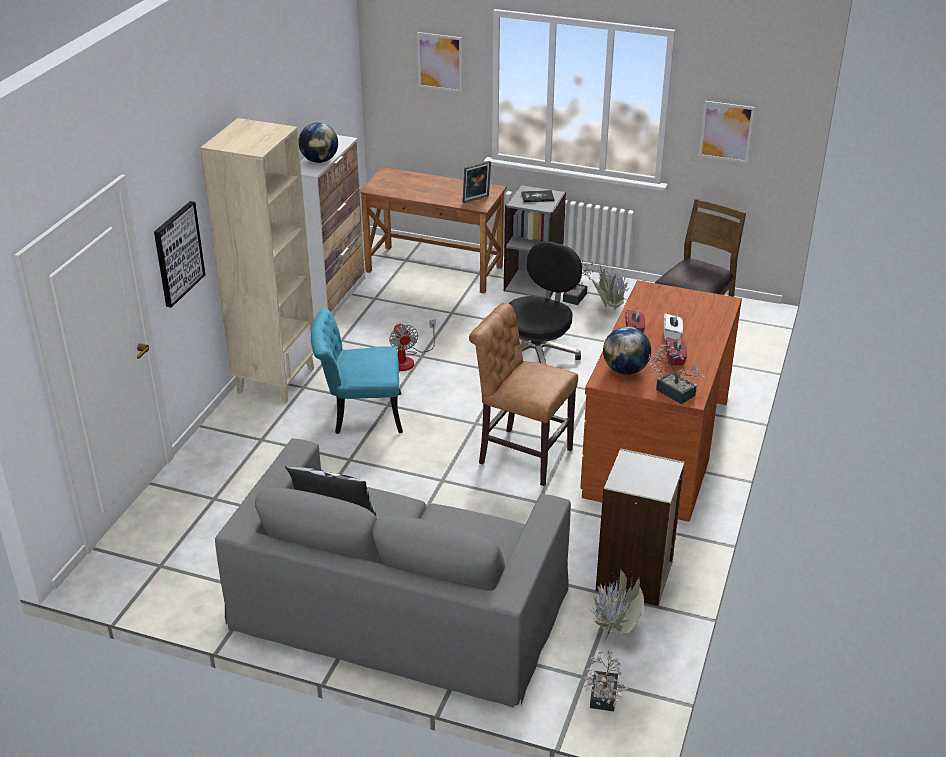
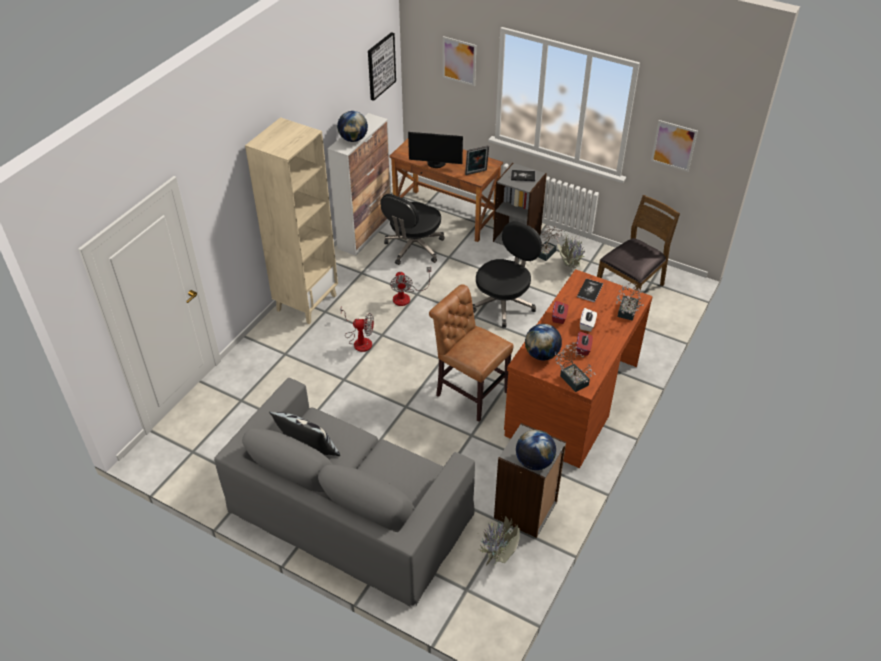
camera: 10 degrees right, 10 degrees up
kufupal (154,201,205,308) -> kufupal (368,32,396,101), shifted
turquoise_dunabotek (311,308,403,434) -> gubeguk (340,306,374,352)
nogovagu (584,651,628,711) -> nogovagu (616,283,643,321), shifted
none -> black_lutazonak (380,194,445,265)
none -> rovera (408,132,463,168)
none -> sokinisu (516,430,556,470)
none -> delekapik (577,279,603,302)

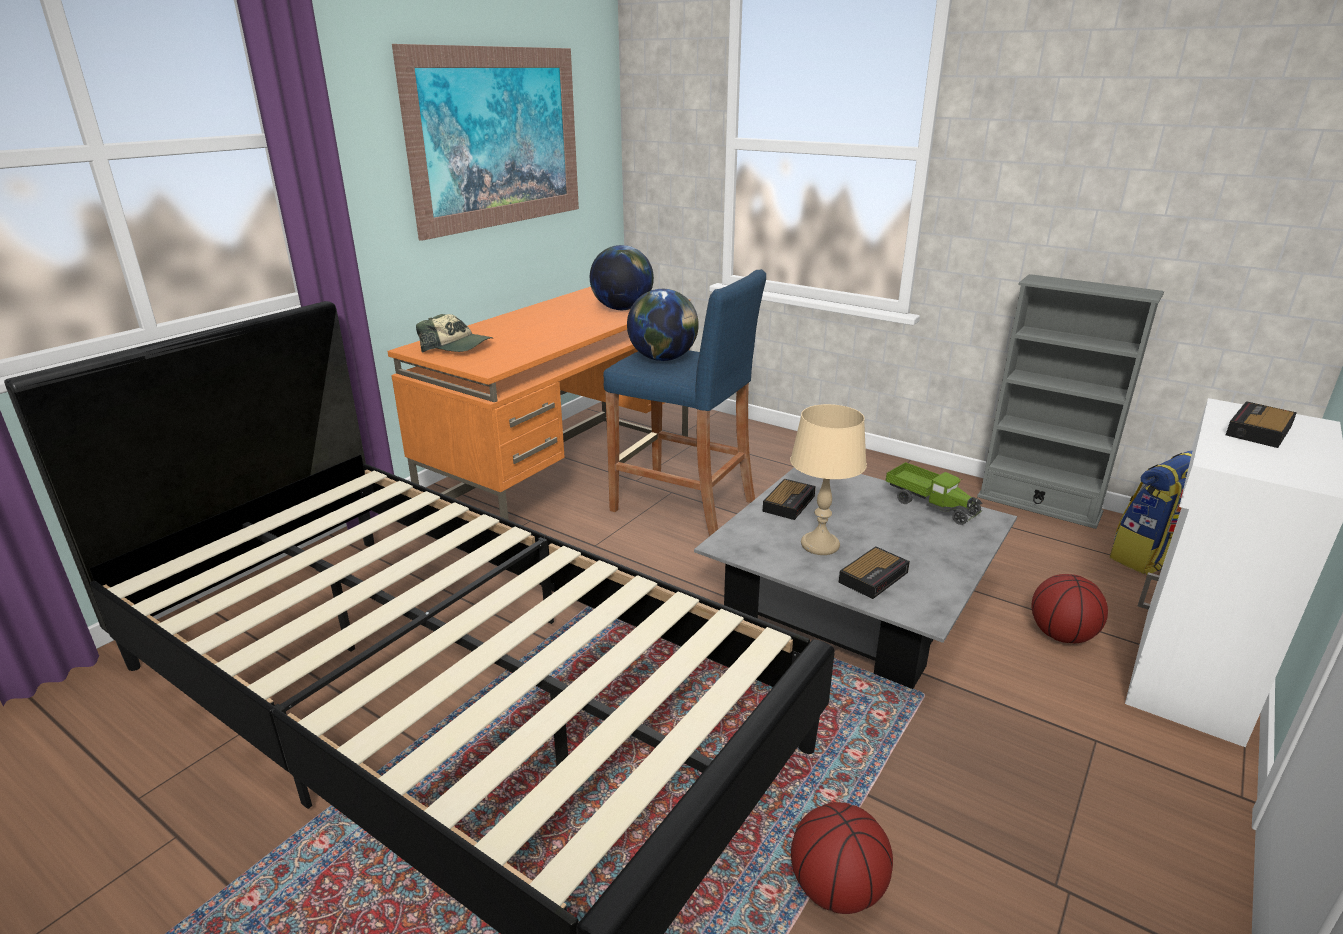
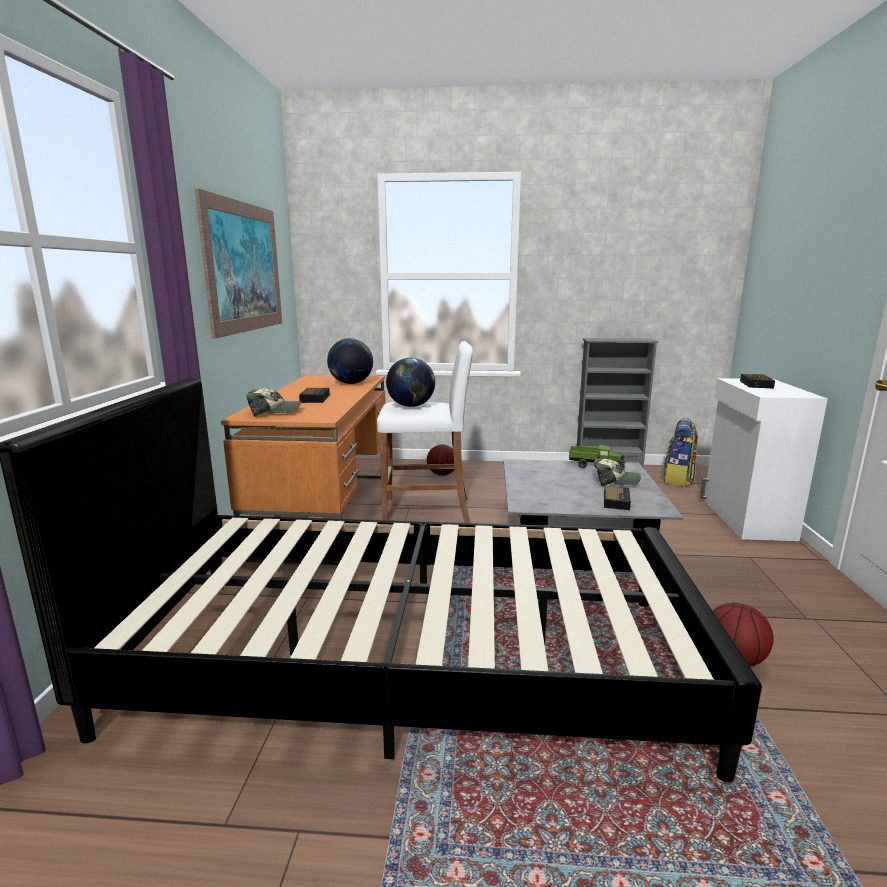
camera: 30 degrees left, 10 degrees down
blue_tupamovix (603,269,766,536) -> white_tupamovix (377,341,473,523)
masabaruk (762,479,816,520) -> masabaruk (299,388,330,403), shifted
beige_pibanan (790,404,867,555) -> none
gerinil (1032,574,1108,643) -> gerinil (427,444,455,476), shifted
none -> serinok (594,459,641,486)

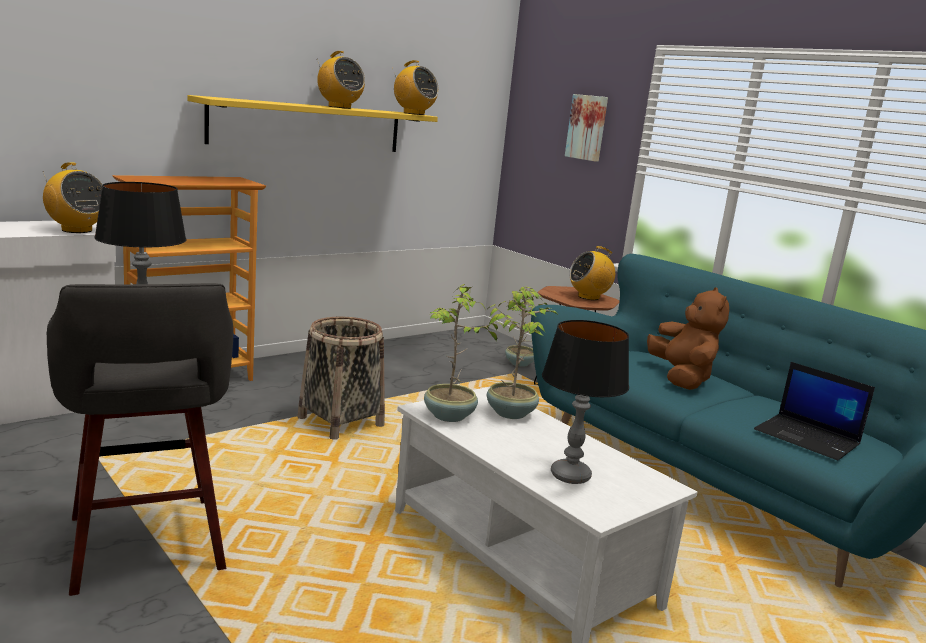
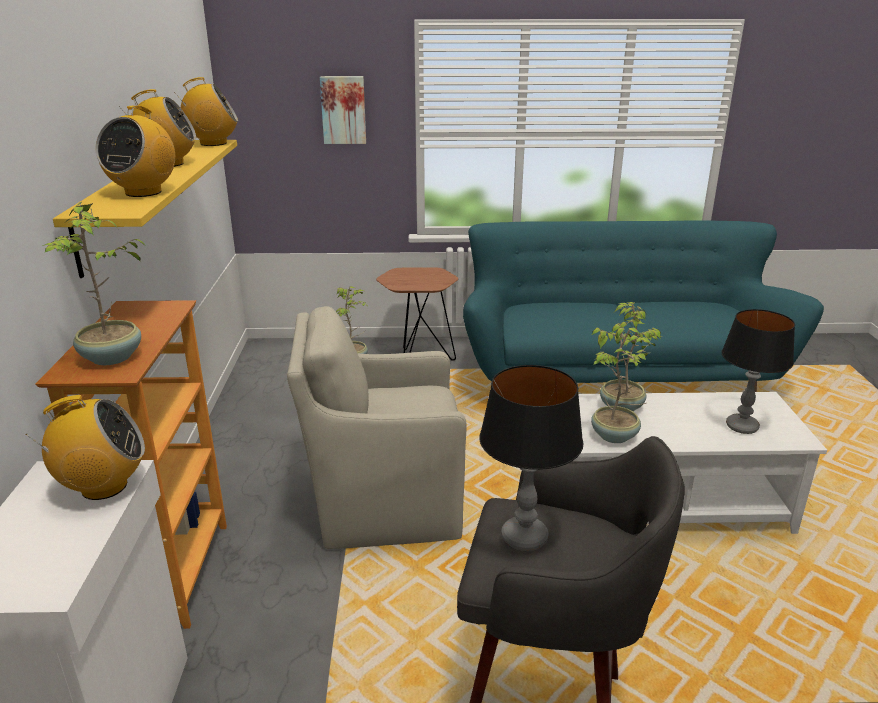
camera: 50 degrees left, 10 degrees up
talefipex (297,317,385,440) -> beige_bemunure (287,306,467,549)
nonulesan (569,246,615,300) -> nonulesan (96,106,175,197), shifted
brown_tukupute (647,287,729,390) -> none
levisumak (754,362,875,460) -> none
none -> nogovagu (42,202,147,365)

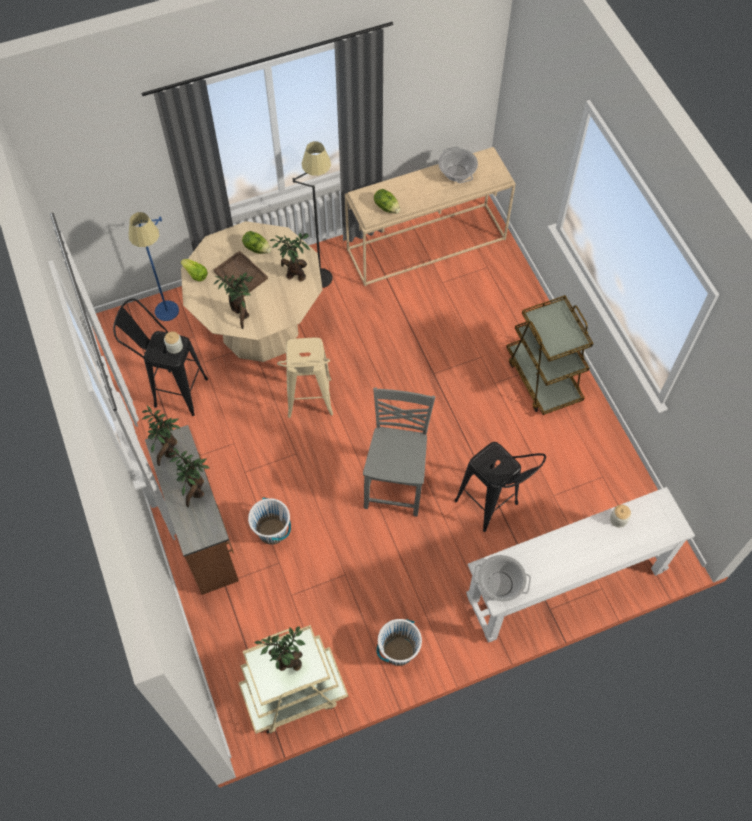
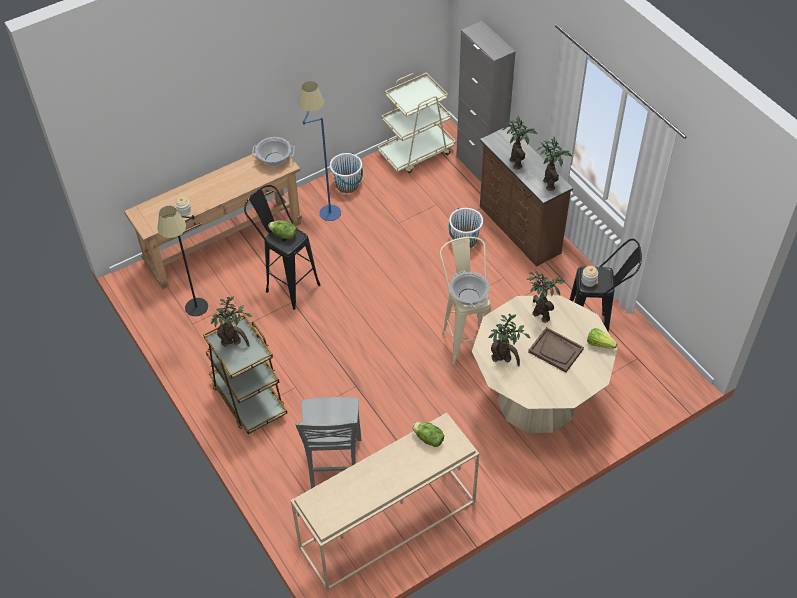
camera: 170 degrees right, 10 degrees down
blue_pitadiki (129,212,179,321) -> blue_pitadiki (298,81,341,221), shifted
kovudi (242,231,271,254) -> kovudi (268,220,297,239), shifted
nogovagu (254,626,305,671) -> nogovagu (211,296,252,347), shifted
black_pitadiki (293,141,332,288) -> black_pitadiki (157,206,208,316), shifted
grey_dunabotek (363,388,435,517) -> grey_dunabotek (295,397,361,489), shifted
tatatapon (438,146,478,183) -> tatatapon (450,271,490,307), shifted
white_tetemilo (466,487,695,643) -> brown_tetemilo (124,153,302,289)
none -> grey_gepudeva (456,21,516,182)

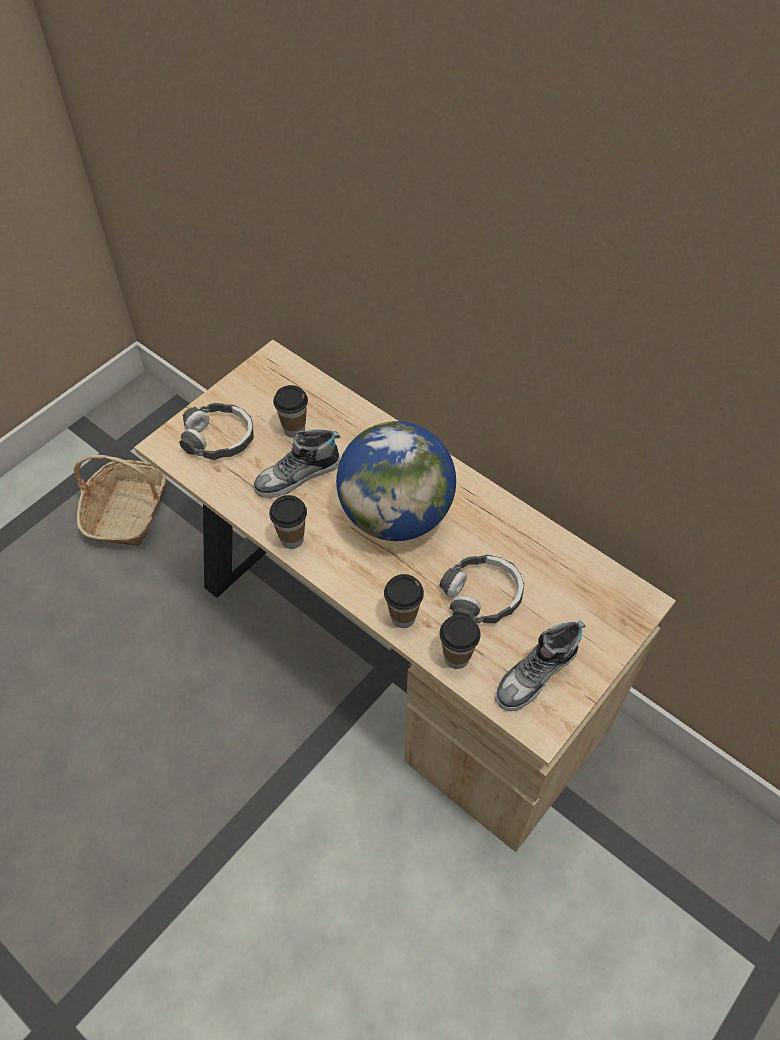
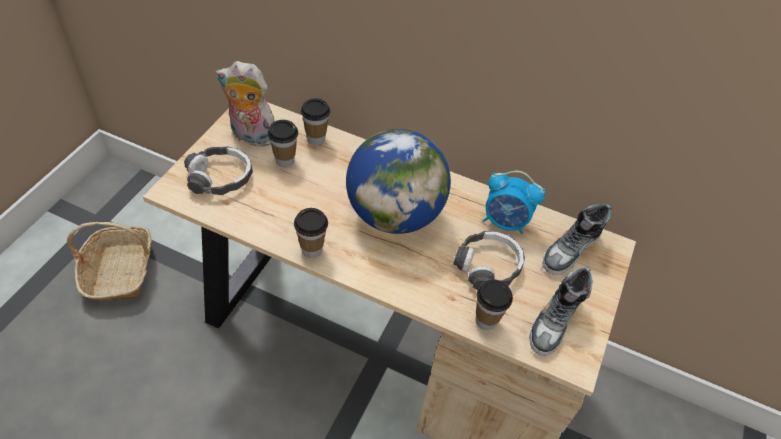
camera: 20 degrees left, 5 degrees down
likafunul (254,429,340,498) -> likafunul (542,204,612,275), shifted
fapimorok (384,574,424,628) -> fapimorok (301,98,330,145), shifted
none -> tukupute (216,61,274,146)
none -> masabaruk (483,171,545,235)

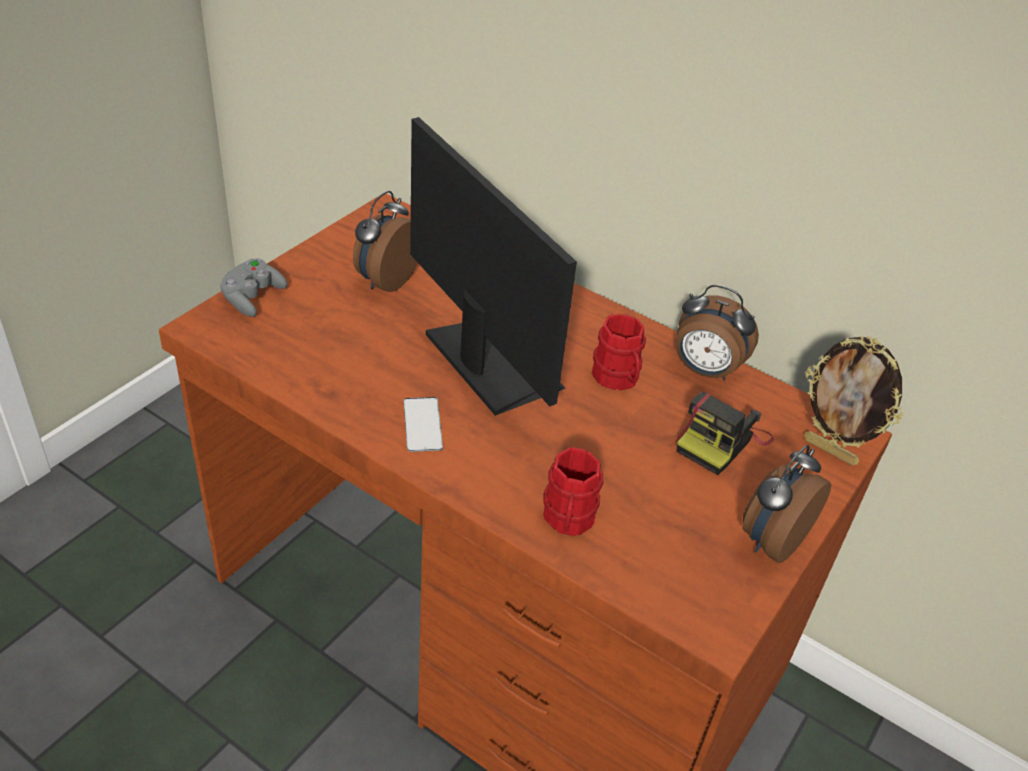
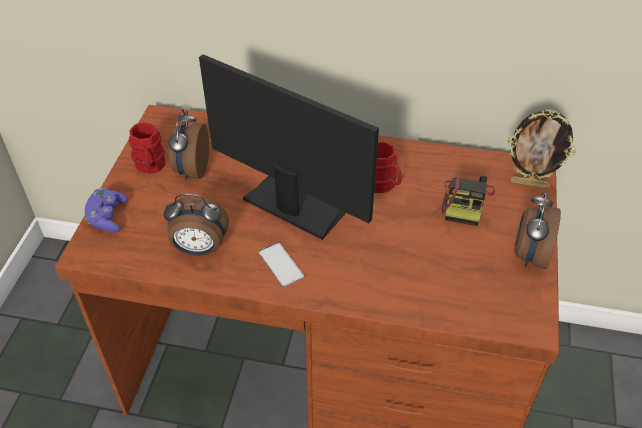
camera: 20 degrees left, 5 degrees up
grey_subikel (220,258,287,317) -> purple_subikel (85,188,128,233)
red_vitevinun (543,447,603,536) -> red_vitevinun (129,122,166,174), shifted
masabaruk (675,285,759,380) -> masabaruk (163,194,229,256), shifted

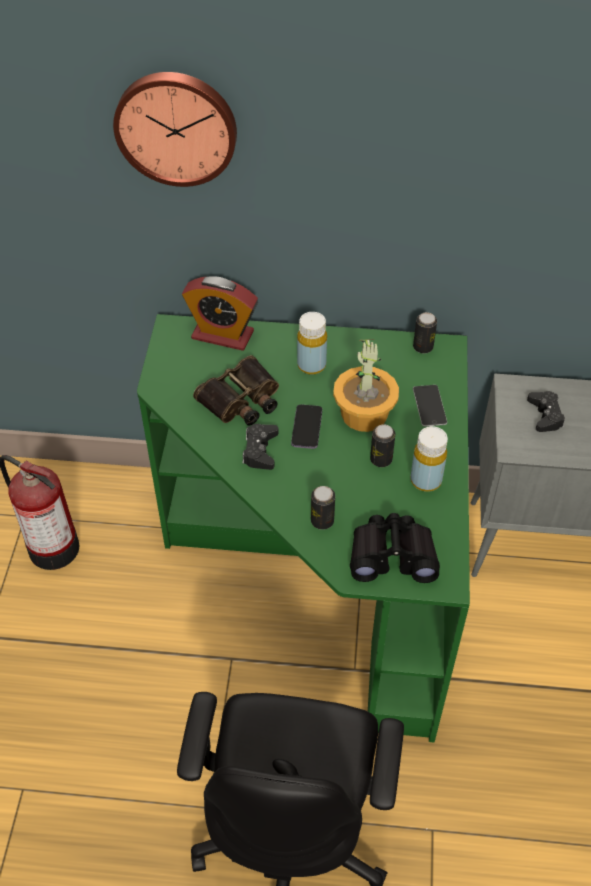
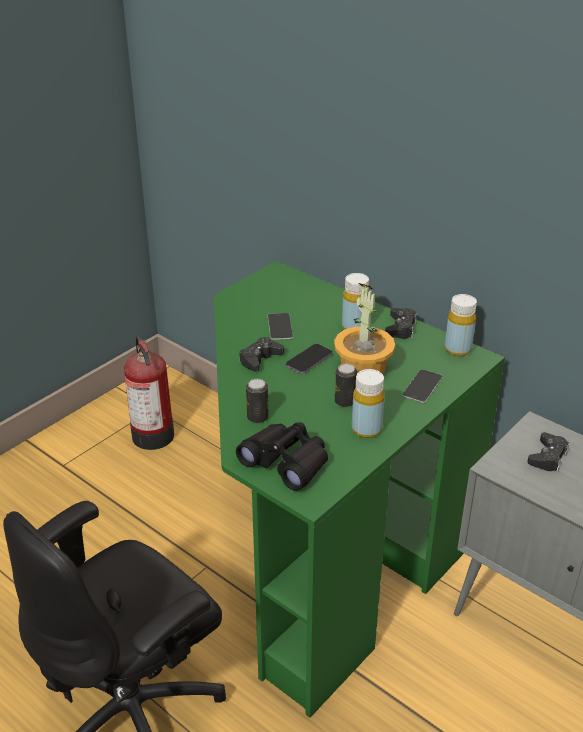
camera: 35 degrees right, 15 degrees down
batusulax (113,72,237,187) -> none
masabaruk (182,276,258,351) -> none
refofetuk (193,355,279,426) -> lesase (268,313,293,340)
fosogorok (413,312,437,353) -> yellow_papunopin (445,294,477,356)
none -> black_subikel (385,308,417,339)

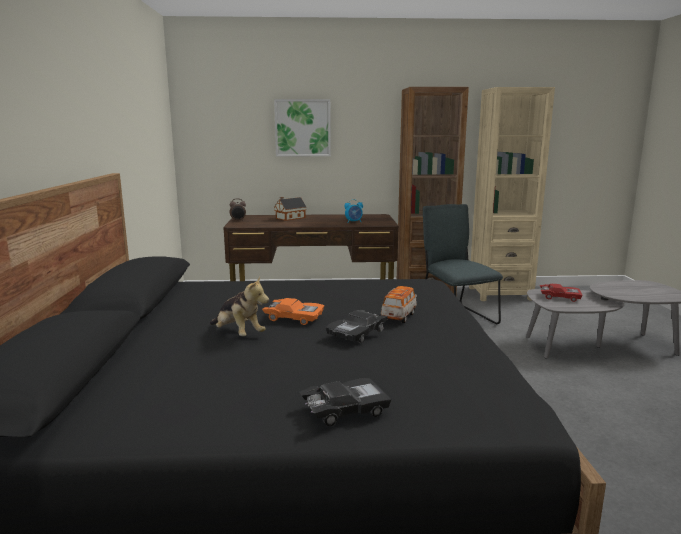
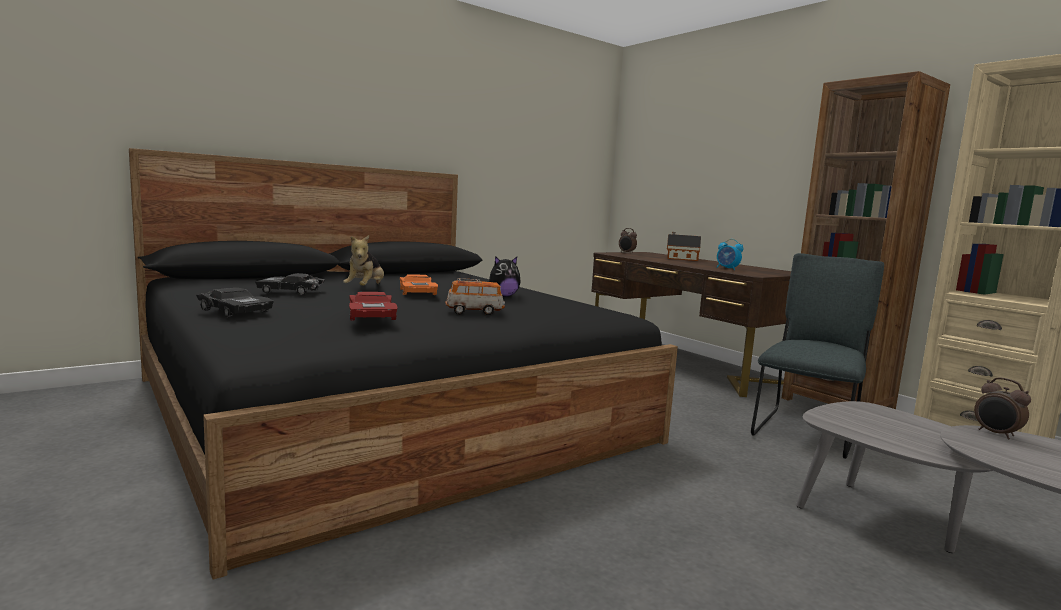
camera: 55 degrees right, 5 degrees down
kufupal (274,99,331,156) -> none
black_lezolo (326,310,388,343) -> black_lezolo (255,273,325,295), shifted
red_lezolo (540,284,583,302) -> red_lezolo (349,292,397,320), shifted
none -> tukupute (489,256,521,297)
none -> masabaruk (974,378,1031,440)

